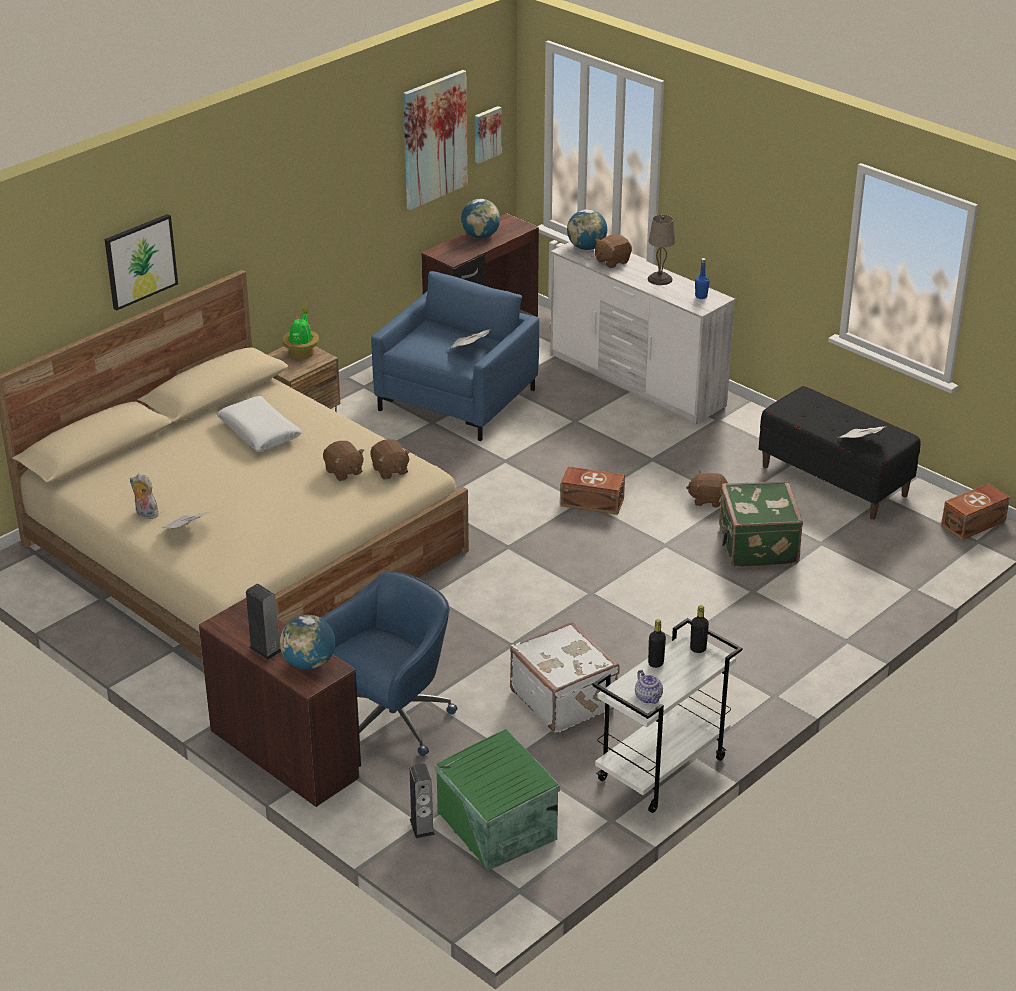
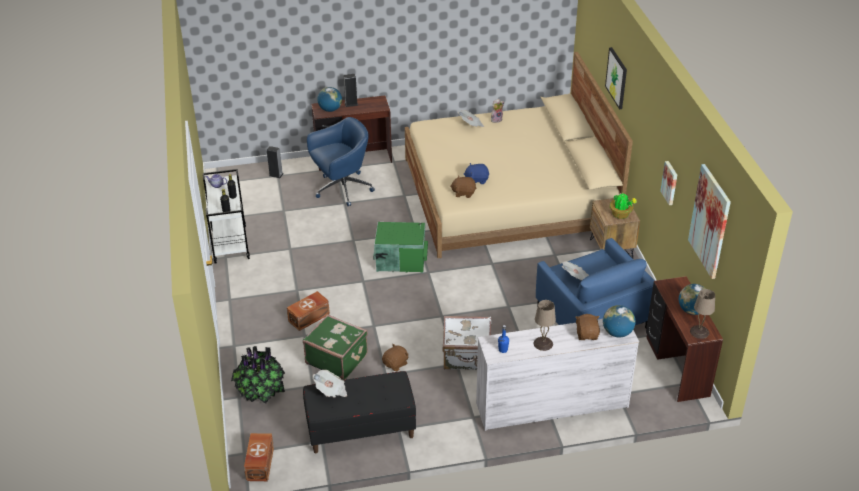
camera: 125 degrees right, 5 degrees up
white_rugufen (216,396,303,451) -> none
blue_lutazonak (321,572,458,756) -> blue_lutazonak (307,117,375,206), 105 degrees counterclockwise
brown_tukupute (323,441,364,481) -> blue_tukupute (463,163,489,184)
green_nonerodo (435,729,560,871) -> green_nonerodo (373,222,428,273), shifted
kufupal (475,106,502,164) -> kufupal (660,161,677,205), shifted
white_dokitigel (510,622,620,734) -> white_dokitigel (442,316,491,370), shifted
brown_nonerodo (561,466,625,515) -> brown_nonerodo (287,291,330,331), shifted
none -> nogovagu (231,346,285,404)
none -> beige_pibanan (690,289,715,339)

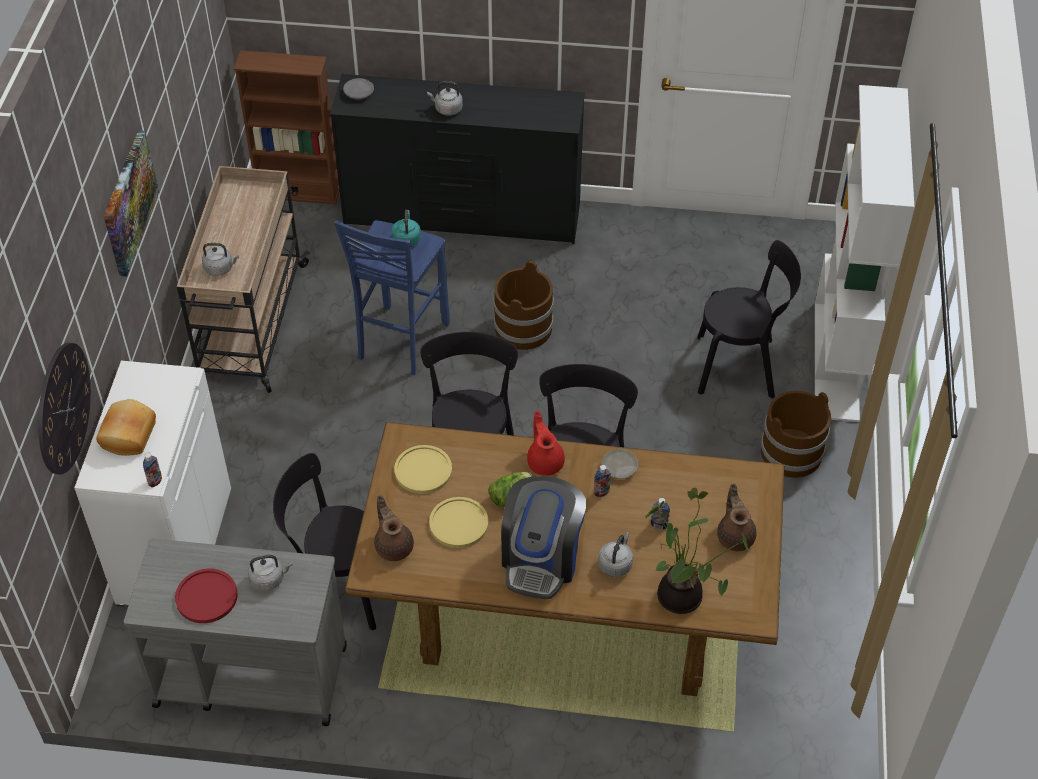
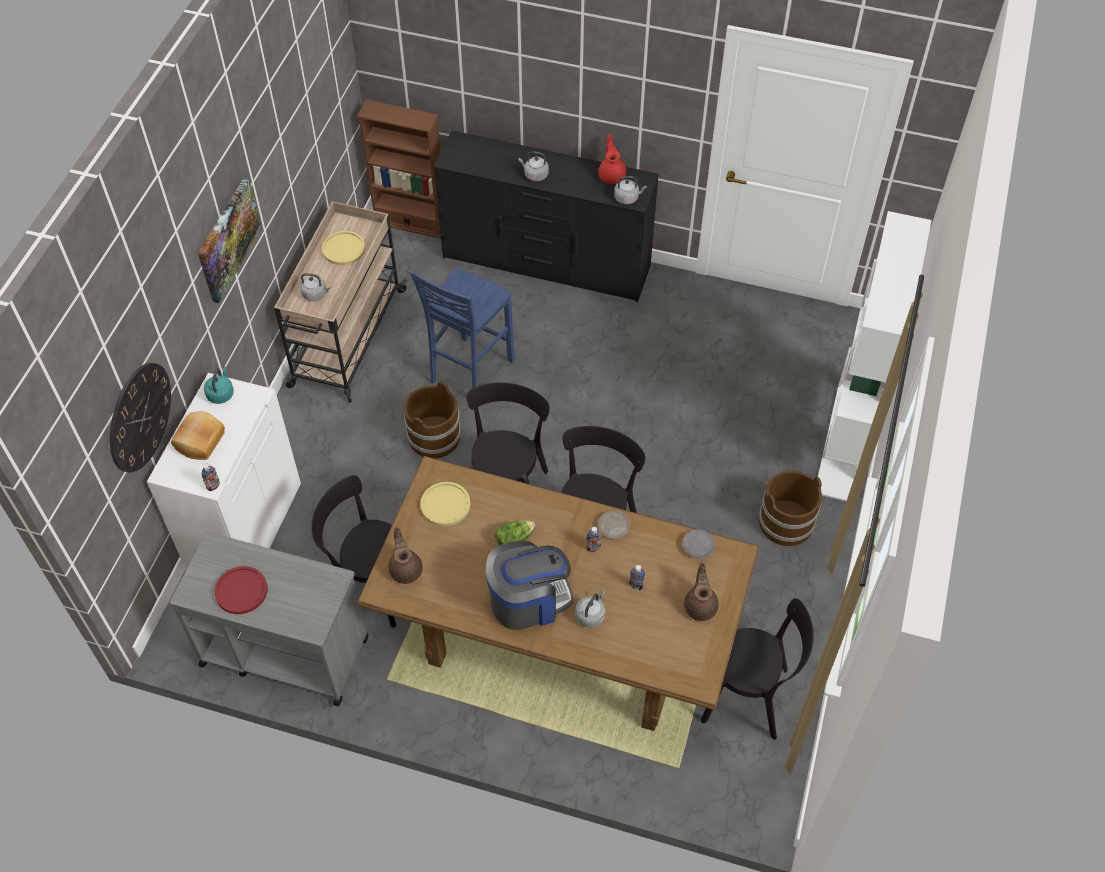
camera: 10 degrees right, 5 degrees up
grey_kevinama (248,555,293,591) -> grey_kevinama (614,176,647,204), shifted
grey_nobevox (343,78,374,100) -> grey_nobevox (683,530,715,558), shifted
turquoise_kevinama (391,210,421,246) -> turquoise_kevinama (204,366,234,404), shifted
yellow_nobevox (429,497,488,548) -> yellow_nobevox (322,231,365,265), shifted
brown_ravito (493,261,554,350) -> brown_ravito (404,381,461,458), shifted
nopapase (501,476,586,599) -> nopapase (486,541,574,630), 135 degrees counterclockwise
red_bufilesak (527,411,565,476) -> red_bufilesak (598,134,626,184), shifted
nogovagu (645,488,749,614) -> none
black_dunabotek (697,240,801,398) -> black_dunabotek (701,598,814,740), shifted

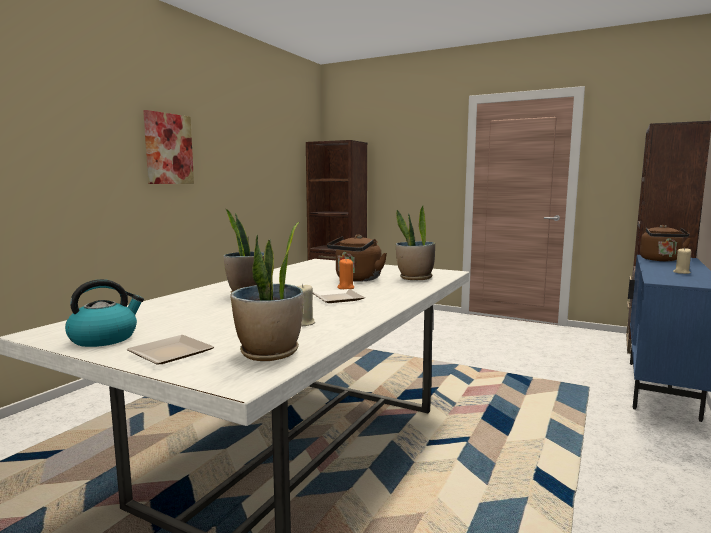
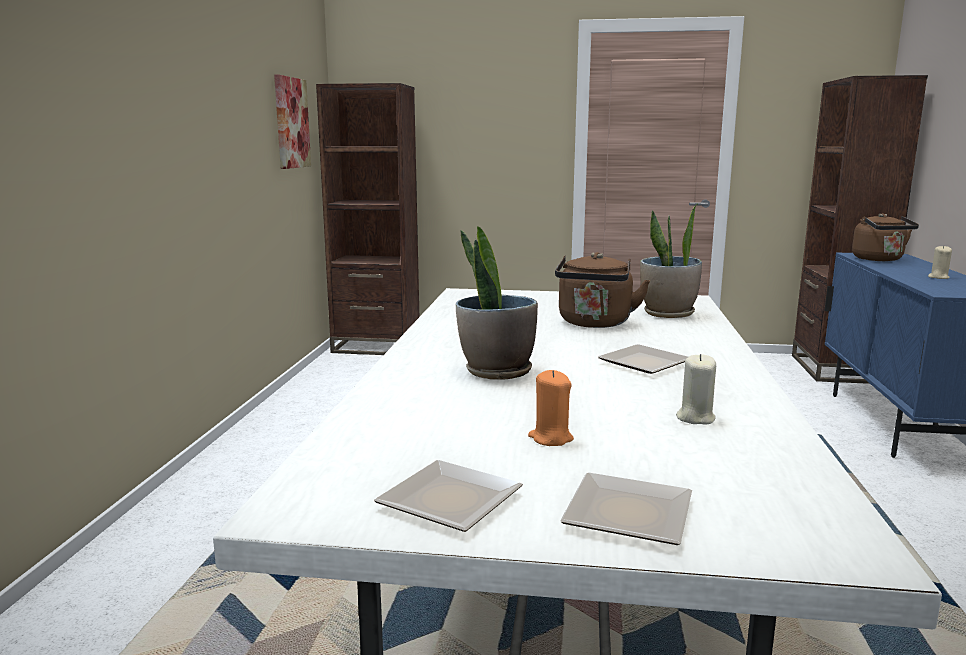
camera: 20 degrees left, 5 degrees up
kevinama (65,279,144,347) -> nobevox (374,460,523,532)
kufupal (143,110,194,184) -> kufupal (274,75,311,169), shifted
nogovagu (230,222,304,361) -> none
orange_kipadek (338,259,354,289) -> orange_kipadek (528,370,574,446), shifted

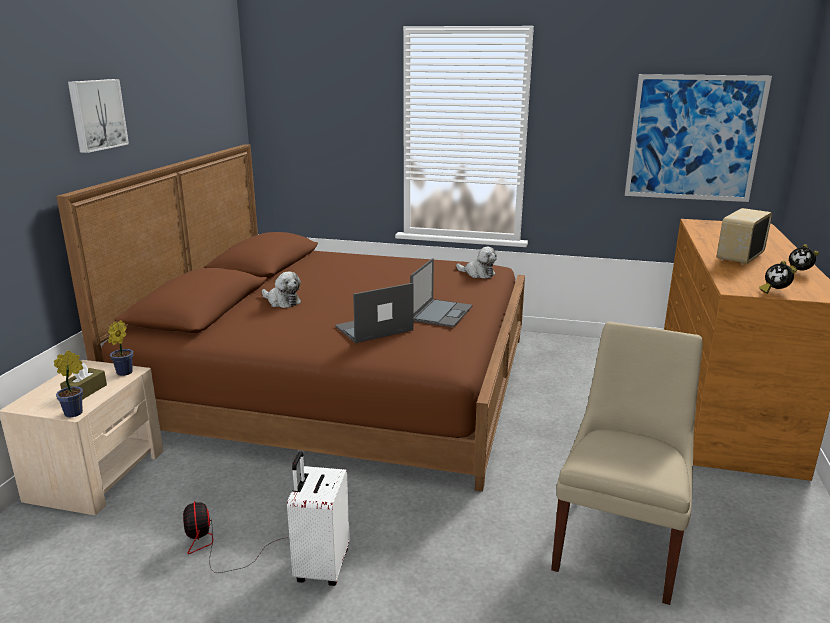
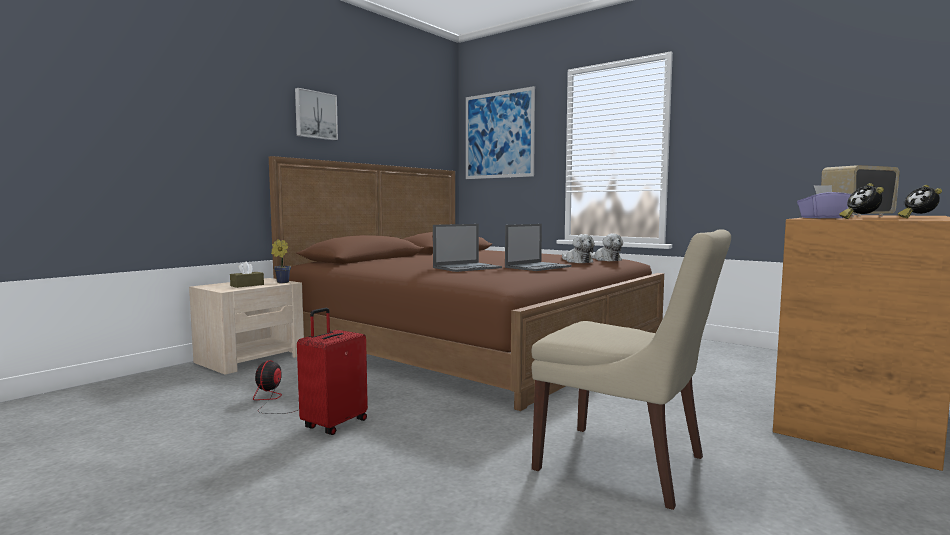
camera: 25 degrees right, 15 degrees down
nogovagu (54,350,83,417) -> none
tukupute (262,271,301,308) -> tukupute (562,234,595,263), shifted
white_dokitigel (287,451,350,586) -> red_dokitigel (297,308,368,435)
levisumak (335,283,414,343) -> levisumak (433,224,502,272), 150 degrees clockwise
beige_dunabotek (551,322,703,605) -> beige_dunabotek (531,229,731,510), 75 degrees clockwise
kufupal (625,74,772,202) -> kufupal (466,86,535,179), shifted
none -> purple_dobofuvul (797,185,851,218)

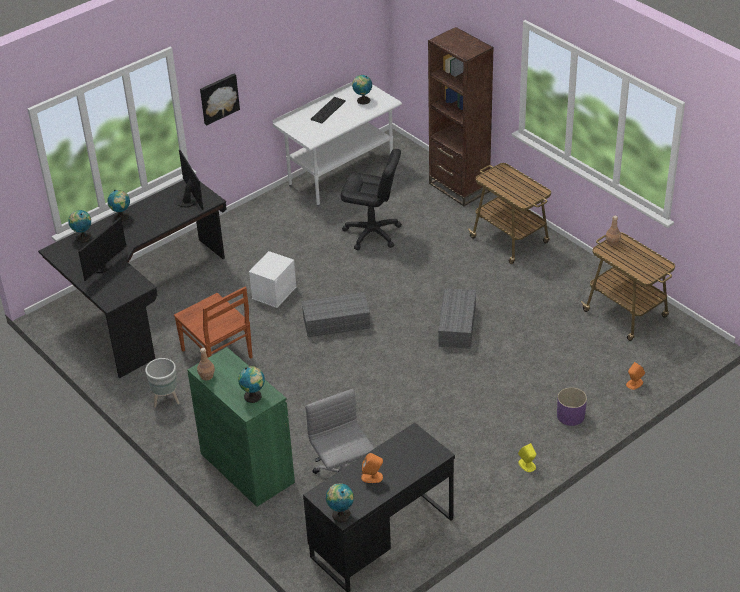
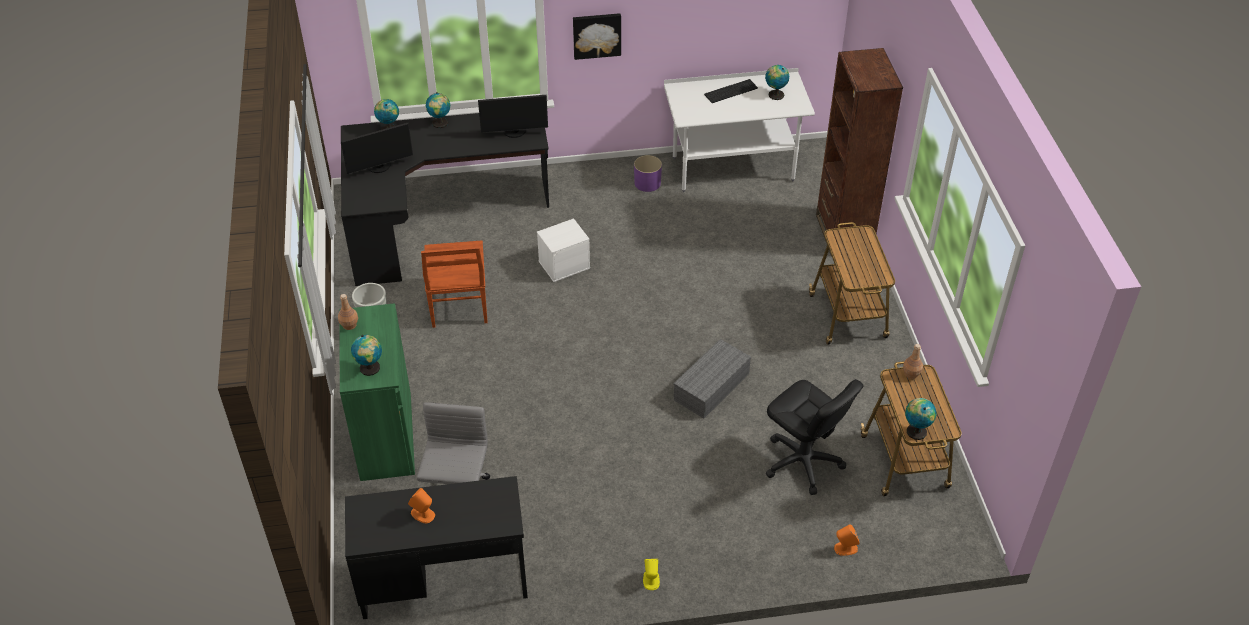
camera: 30 degrees right, 5 degrees up
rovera (176,150,203,210) -> rovera (478,95,548,138), 75 degrees clockwise
grey_nonerodo (301,292,370,337) -> none
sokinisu (326,483,354,523) -> sokinisu (905,398,936,440), shifted
black_lutazonak (341,149,402,250) -> black_lutazonak (766,379,863,495), shifted
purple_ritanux (557,387,587,426) -> purple_ritanux (634,155,662,192), shifted

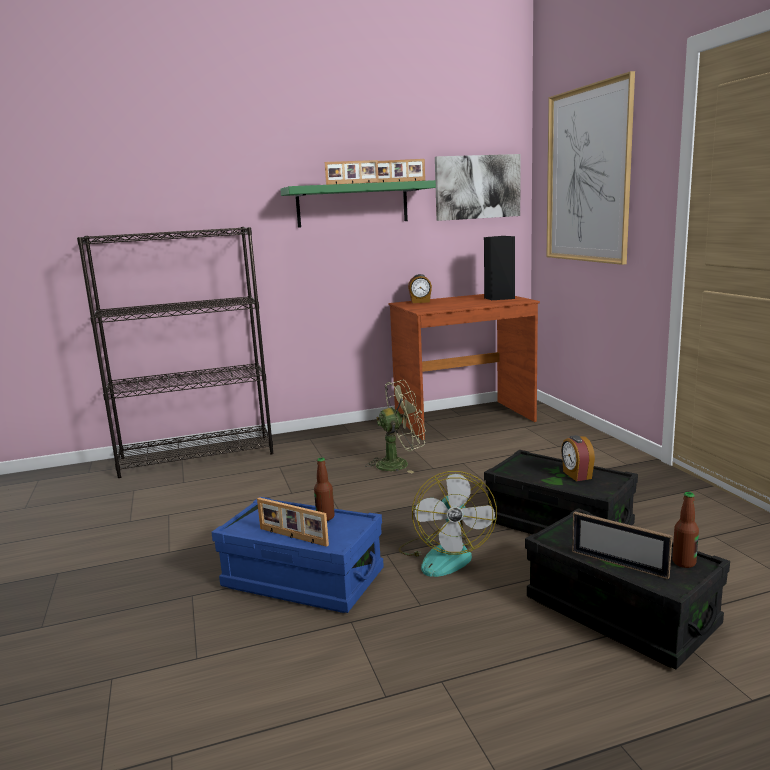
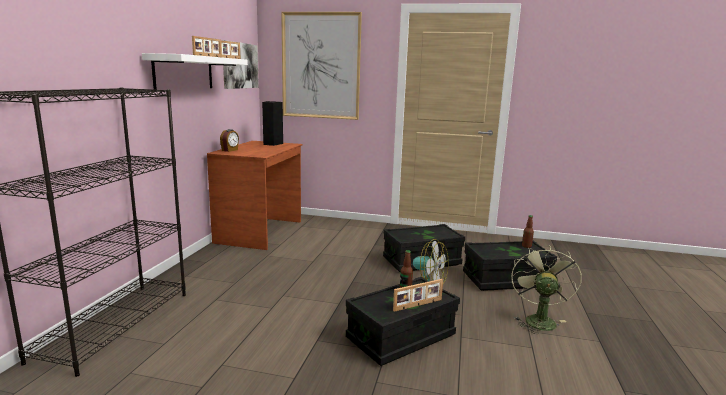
camera: 60 degrees left, 0 degrees up
blue_nonerodo (211,497,384,613) -> black_nonerodo (346,277,460,366)
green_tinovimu (280,180,436,228) -> white_tinovimu (142,53,248,90)
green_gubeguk (365,380,426,474) -> green_gubeguk (511,245,582,334), shifted
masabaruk (561,435,595,481) -> none
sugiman (572,511,672,579) -> none

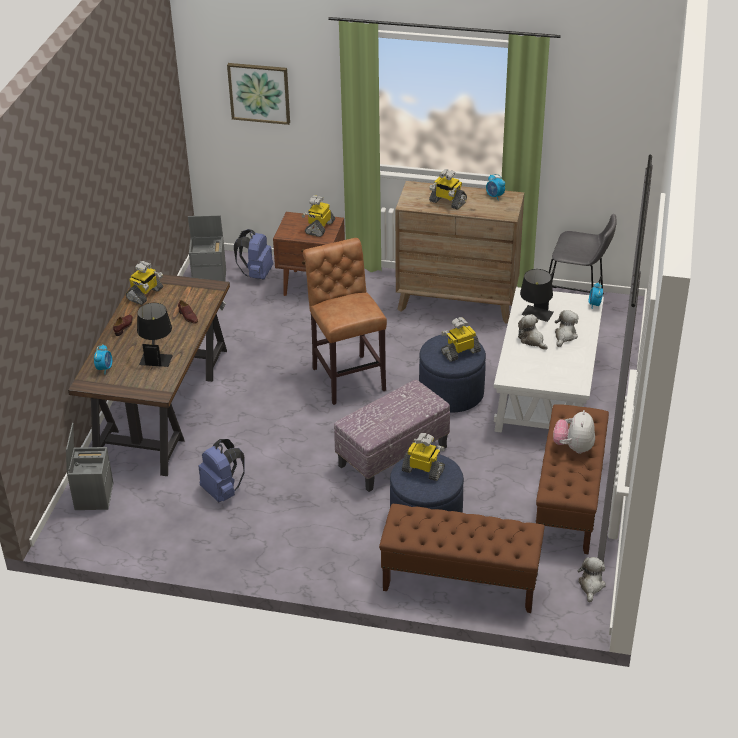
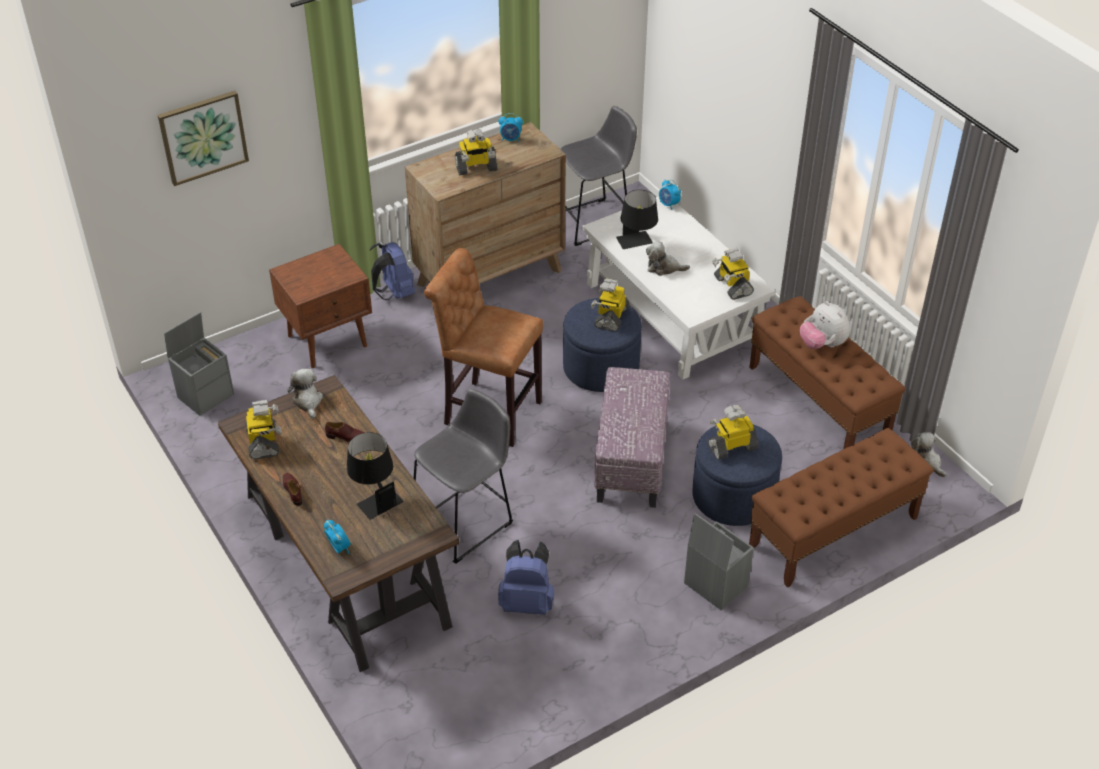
camera: 45 degrees left, 5 degrees up
grey_nonerodo (66,423,113,510) -> grey_nonerodo (684,513,754,610), shifted
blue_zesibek (234,229,273,279) -> blue_zesibek (370,242,415,300), shifted
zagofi (302,195,335,237) -> zagofi (712,248,754,300), shifted
tukupute (555,310,578,347) -> tukupute (288,369,323,419), shifted
none -> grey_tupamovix (414,389,513,564)

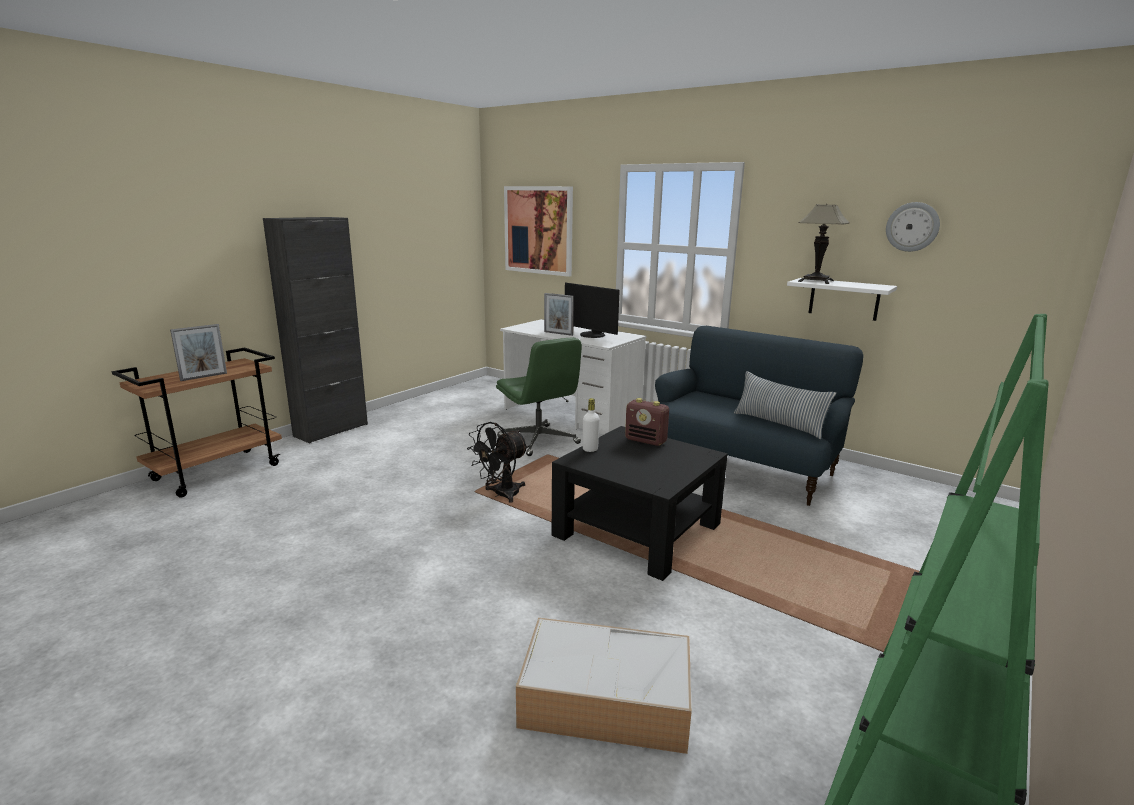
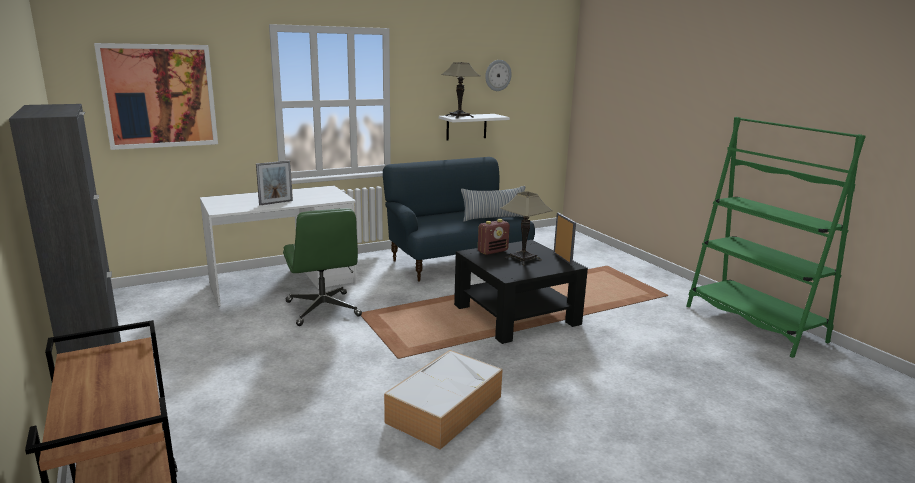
camera: 65 degrees left, 0 degrees up
sugiman (170,324,227,381) -> sugiman (554,213,576,265), shifted
black_gubeguk (467,422,529,503) -> none
green_lutazonak (496,337,582,456) -> green_lutazonak (283,208,362,326), 75 degrees clockwise
nonerodo (516,618,692,754) -> nonerodo (384,350,503,450), shifted
rovera (565,283,620,338) -> none
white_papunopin (583,398,600,452) -> none
none -> pibanan (500,191,553,266)

